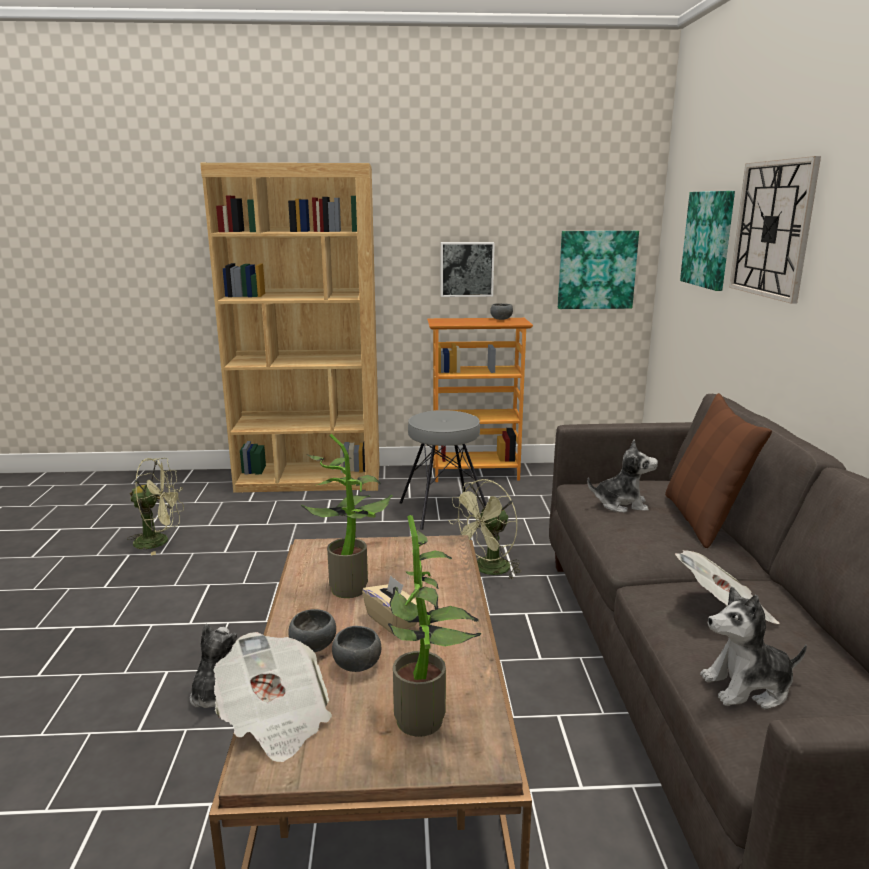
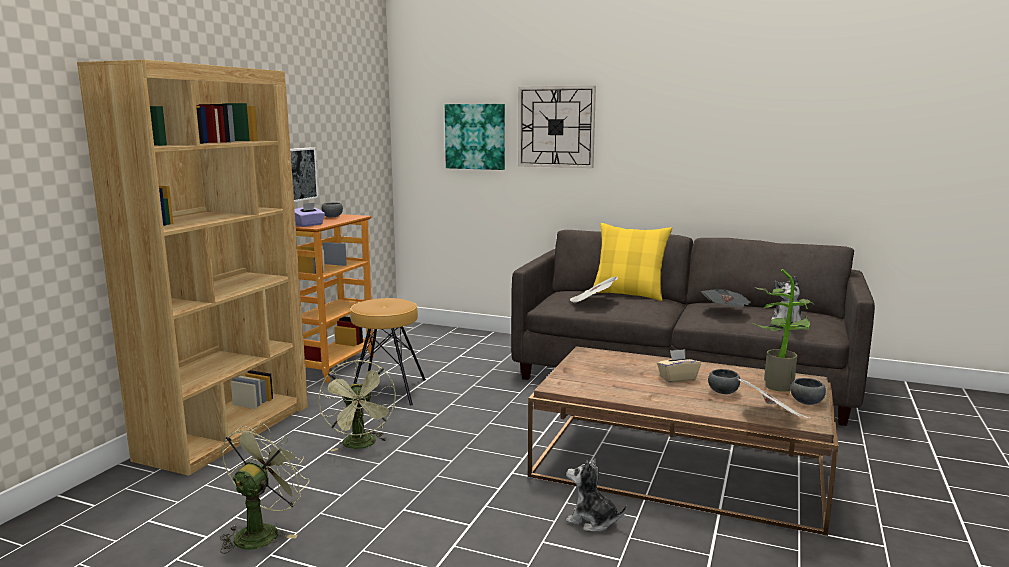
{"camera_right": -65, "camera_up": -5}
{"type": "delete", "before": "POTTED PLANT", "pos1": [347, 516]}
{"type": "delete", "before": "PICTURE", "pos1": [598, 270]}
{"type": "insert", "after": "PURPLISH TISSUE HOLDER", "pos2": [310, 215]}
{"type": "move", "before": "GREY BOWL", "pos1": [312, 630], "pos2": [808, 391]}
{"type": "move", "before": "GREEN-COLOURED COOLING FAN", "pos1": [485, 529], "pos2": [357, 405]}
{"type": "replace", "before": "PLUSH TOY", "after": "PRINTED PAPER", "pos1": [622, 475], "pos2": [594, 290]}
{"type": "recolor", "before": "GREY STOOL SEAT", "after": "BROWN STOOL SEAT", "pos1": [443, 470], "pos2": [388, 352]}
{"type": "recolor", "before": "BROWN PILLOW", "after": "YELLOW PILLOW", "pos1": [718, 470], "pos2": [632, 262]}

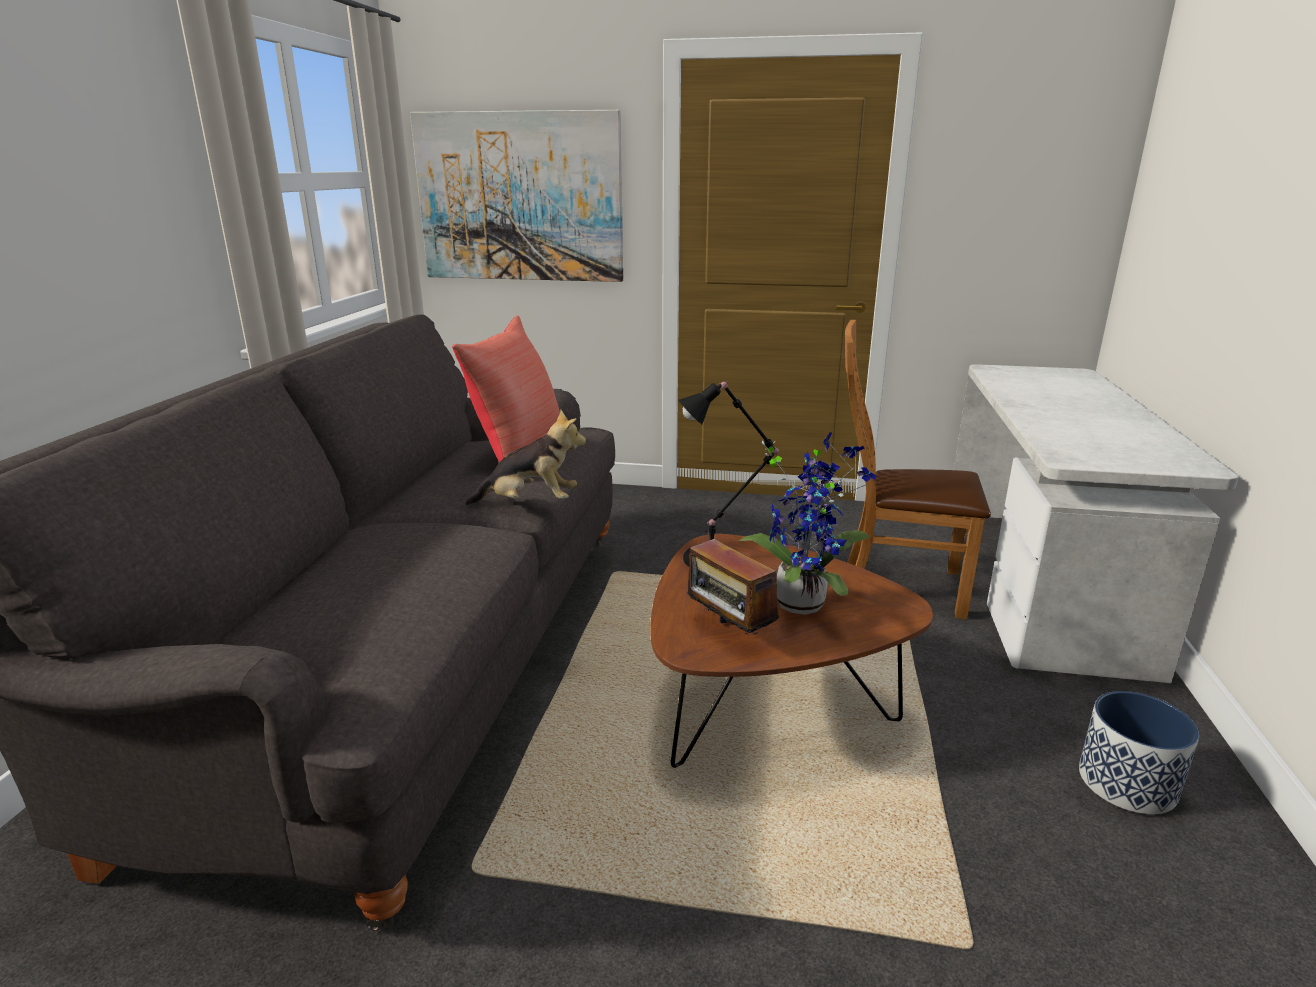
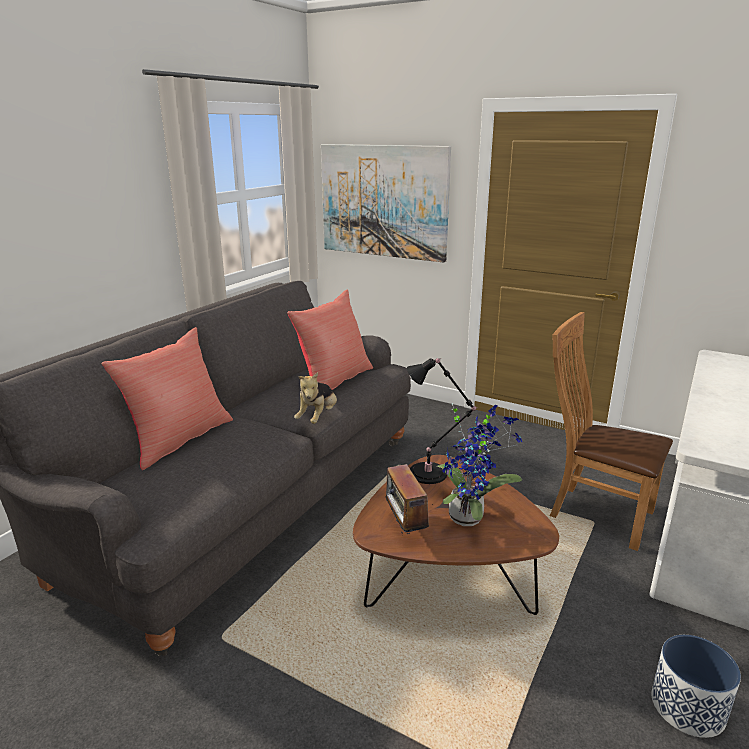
{"camera_right": 20, "camera_up": 0}
{"type": "insert", "after": "RED PILLOW", "pos2": [167, 398]}
{"type": "rotate", "before": "PLUSH TOY", "pos1": [525, 457], "pos2": [315, 398], "turn": 90}

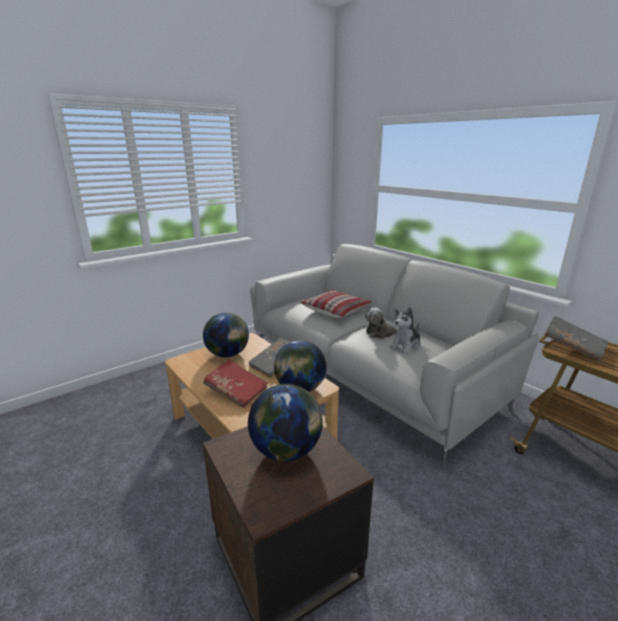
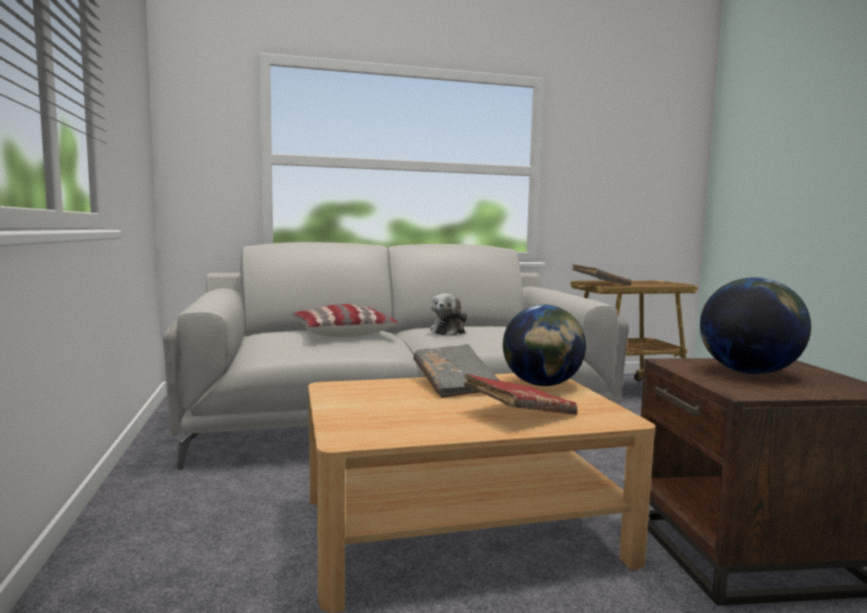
{"camera_right": -65, "camera_up": -15}
{"type": "delete", "before": "WORLD GLOBE", "pos1": [226, 335]}
{"type": "delete", "before": "PLUSH TOY", "pos1": [405, 330]}

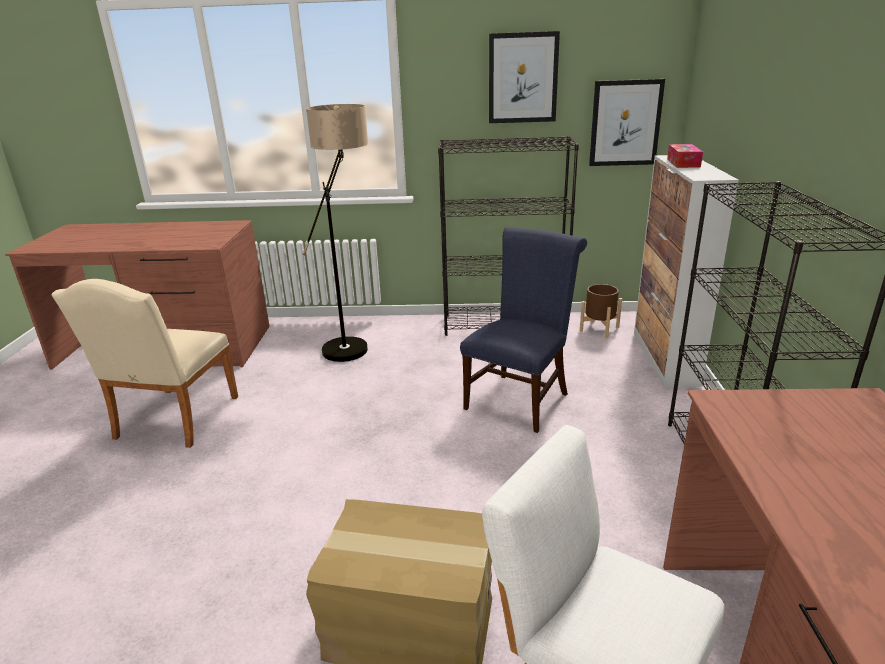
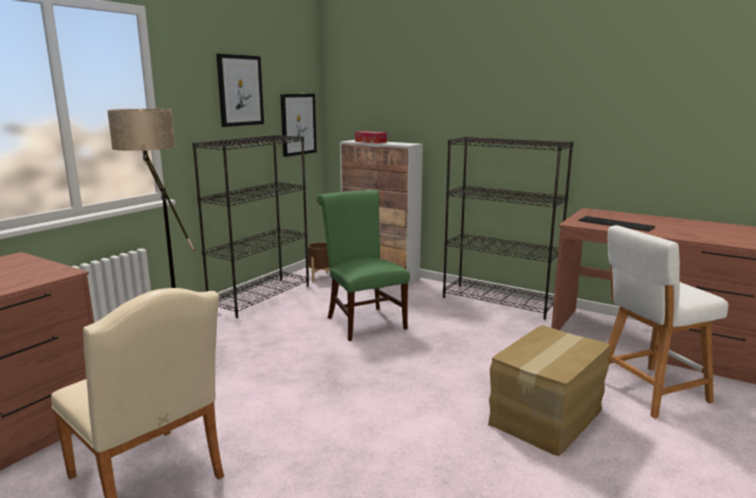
{"camera_right": -60, "camera_up": -10}
{"type": "insert", "after": "KEYBOARD", "pos2": [617, 223]}
{"type": "recolor", "before": "BLUE-COLOURED CHAIR", "after": "GREEN-COLOURED CHAIR", "pos1": [523, 330], "pos2": [363, 265]}

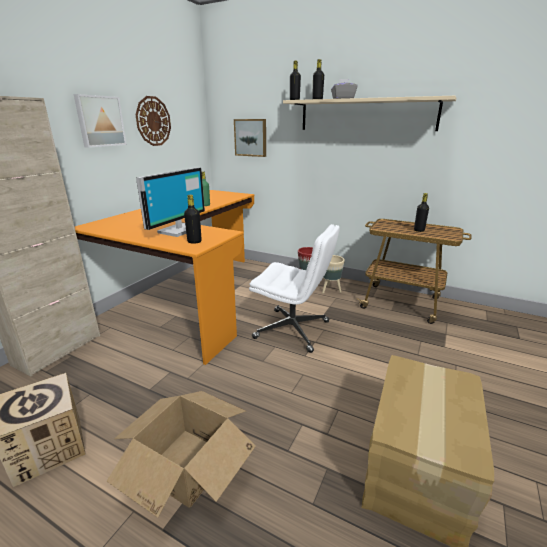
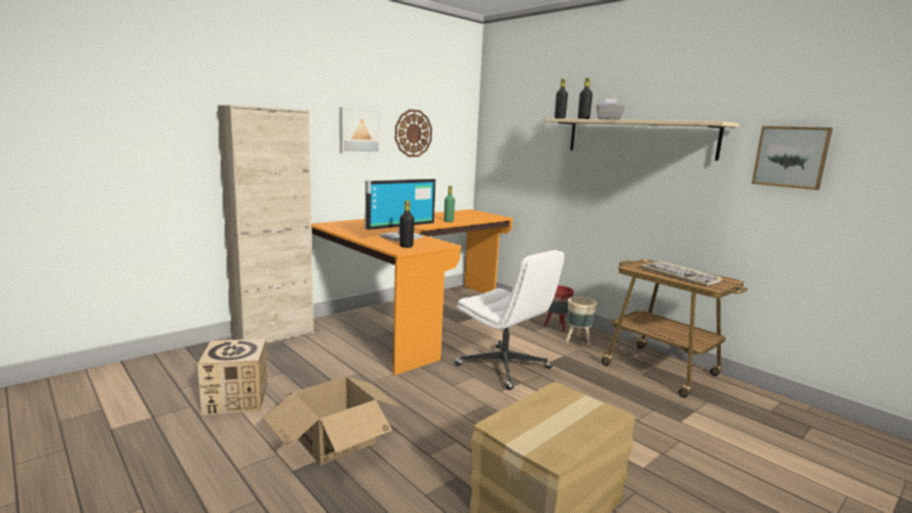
{"camera_right": 20, "camera_up": -10}
{"type": "move", "before": "PICTURE", "pos1": [250, 138], "pos2": [792, 158]}
{"type": "replace", "before": "BLACKISH DRINK BOTTLE", "after": "KEYBOARD", "pos1": [421, 212], "pos2": [681, 273]}

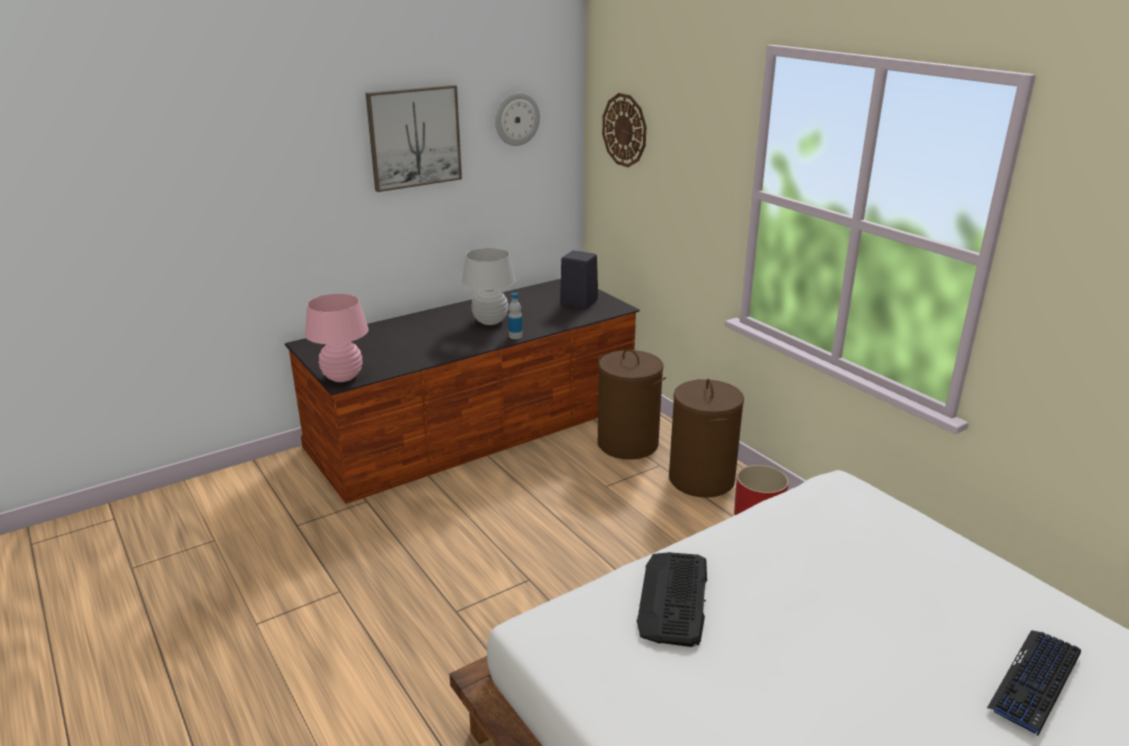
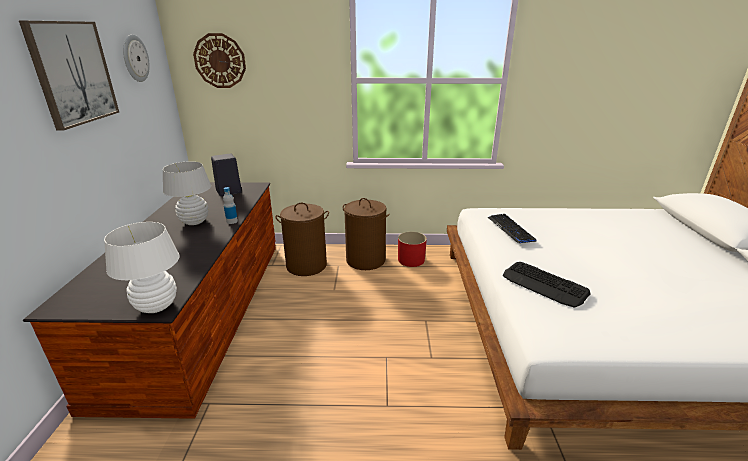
{"camera_right": -55, "camera_up": 0}
{"type": "move", "before": "KEYBOARD", "pos1": [1034, 683], "pos2": [512, 228]}
{"type": "recolor", "before": "PINKISH LAMP FOR A TABLE", "after": "WHITE LAMP FOR A TABLE", "pos1": [337, 337], "pos2": [142, 267]}

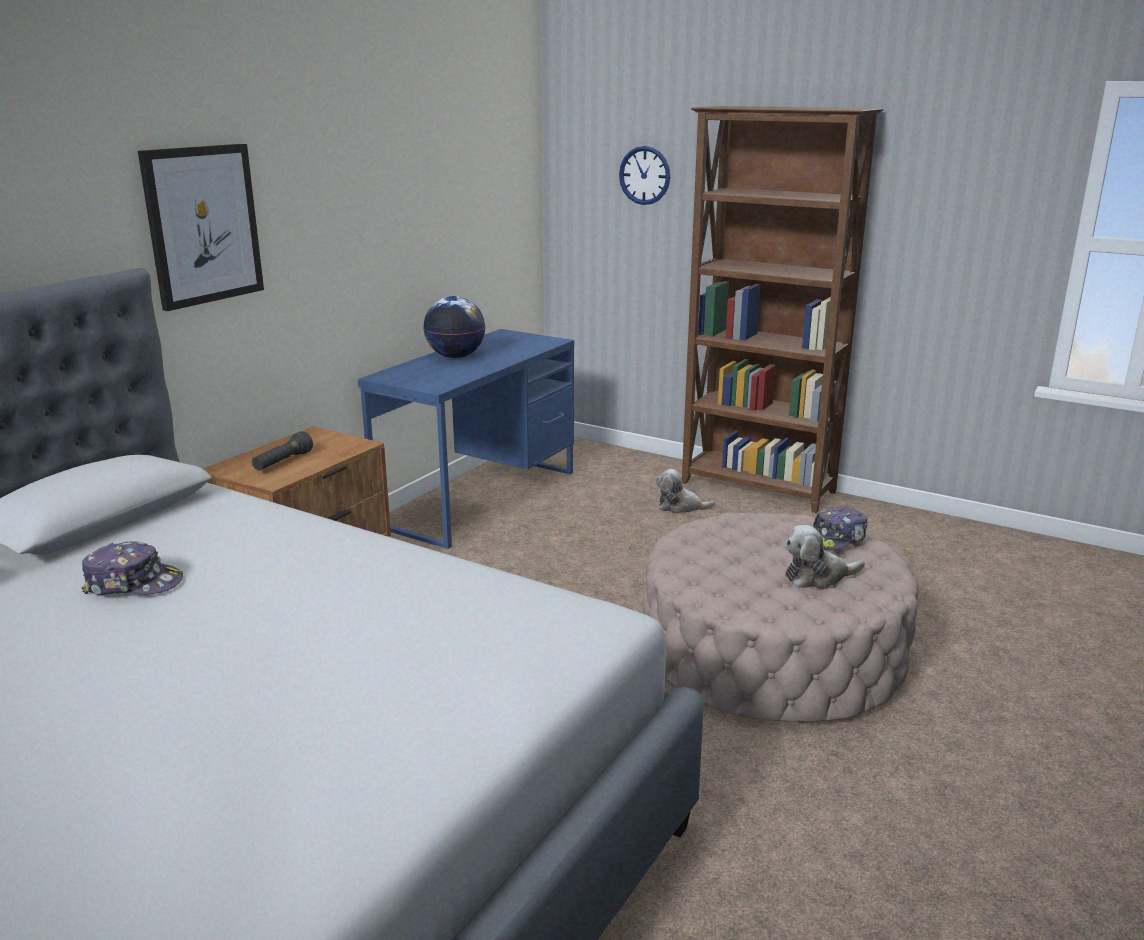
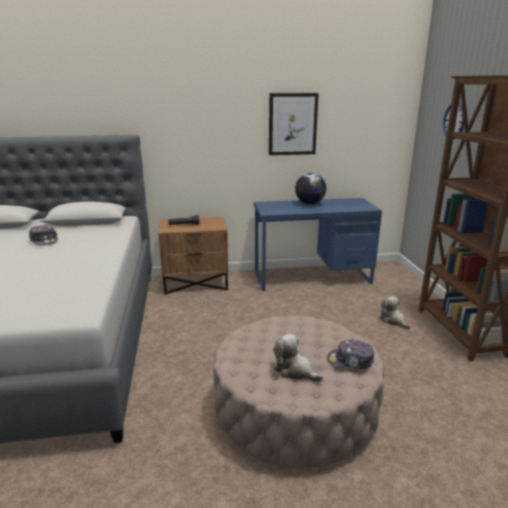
{"camera_right": 50, "camera_up": 0}
{"type": "move", "before": "PICTURE", "pos1": [201, 227], "pos2": [294, 124]}

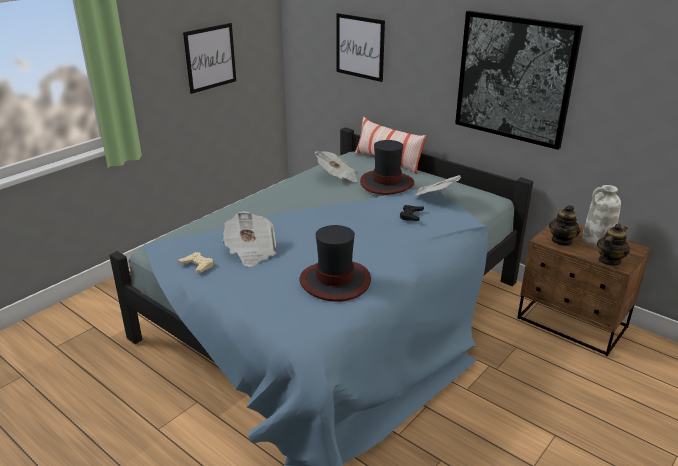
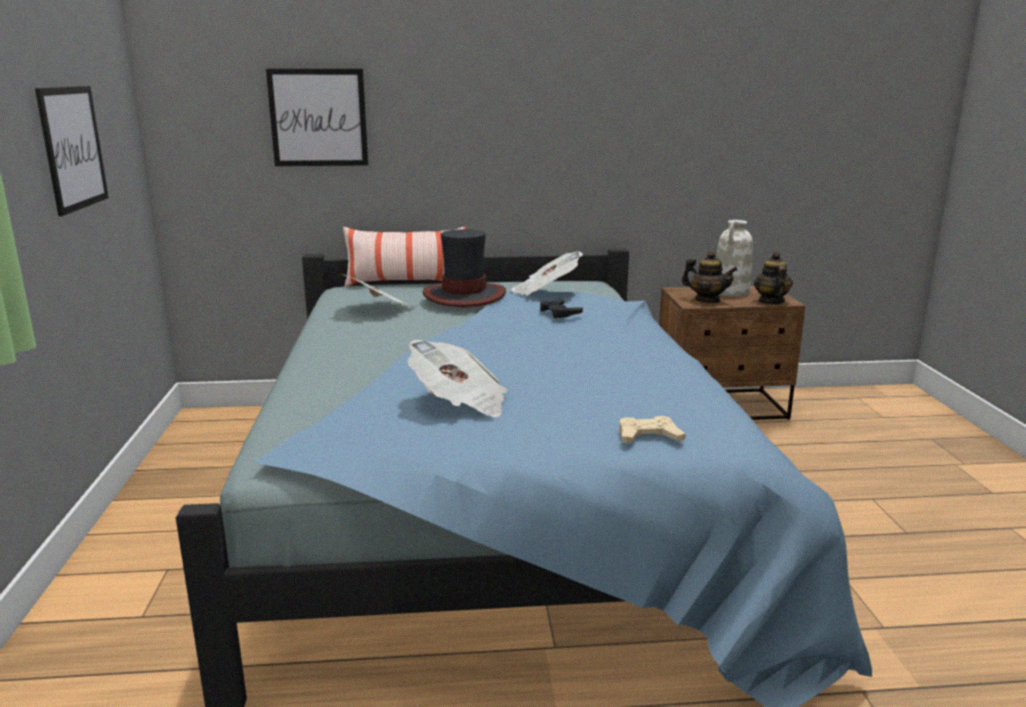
{"camera_right": -45, "camera_up": -10}
{"type": "delete", "before": "HAT", "pos1": [335, 263]}
{"type": "delete", "before": "PICTURE", "pos1": [519, 80]}
{"type": "move", "before": "SAND-COLOURED GAMEPAD", "pos1": [195, 262], "pos2": [652, 429]}
{"type": "rotate", "before": "POT FOR TEA", "pos1": [564, 225], "pos2": [709, 277], "turn": -45}

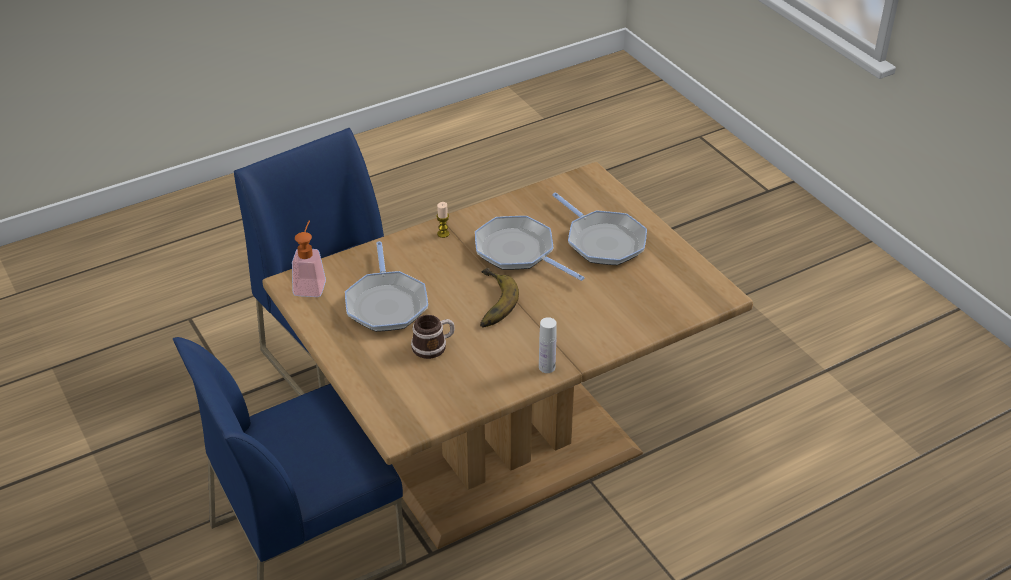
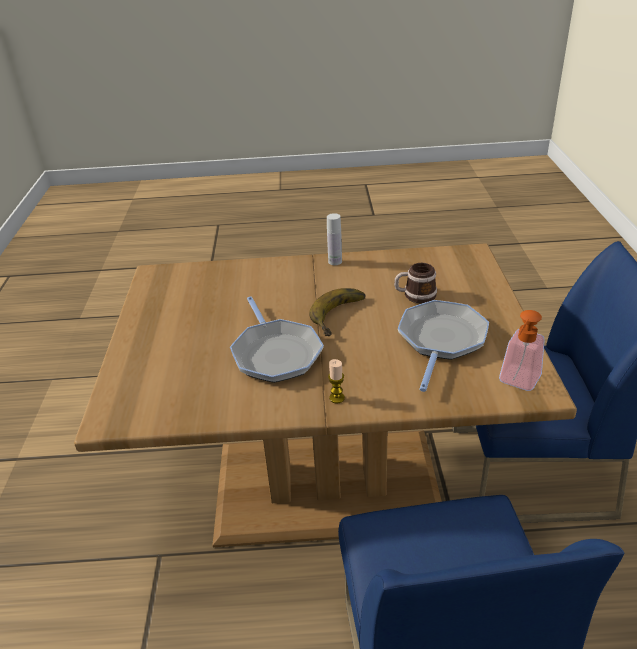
{"camera_right": -150, "camera_up": -5}
{"type": "delete", "before": "SKILLET", "pos1": [599, 229]}

